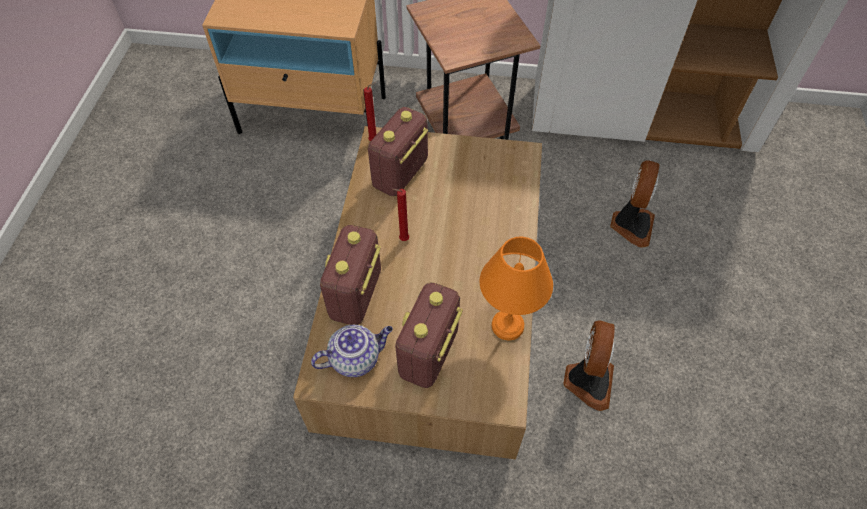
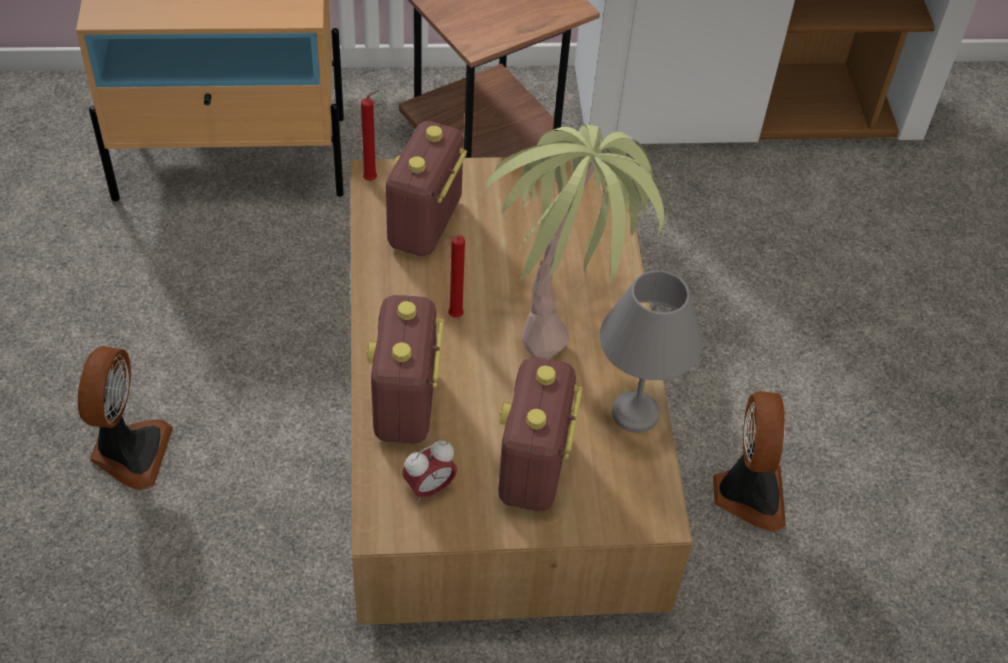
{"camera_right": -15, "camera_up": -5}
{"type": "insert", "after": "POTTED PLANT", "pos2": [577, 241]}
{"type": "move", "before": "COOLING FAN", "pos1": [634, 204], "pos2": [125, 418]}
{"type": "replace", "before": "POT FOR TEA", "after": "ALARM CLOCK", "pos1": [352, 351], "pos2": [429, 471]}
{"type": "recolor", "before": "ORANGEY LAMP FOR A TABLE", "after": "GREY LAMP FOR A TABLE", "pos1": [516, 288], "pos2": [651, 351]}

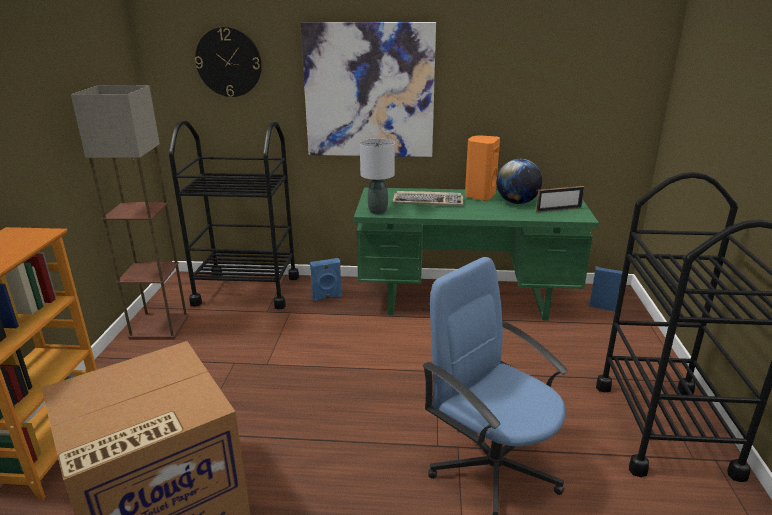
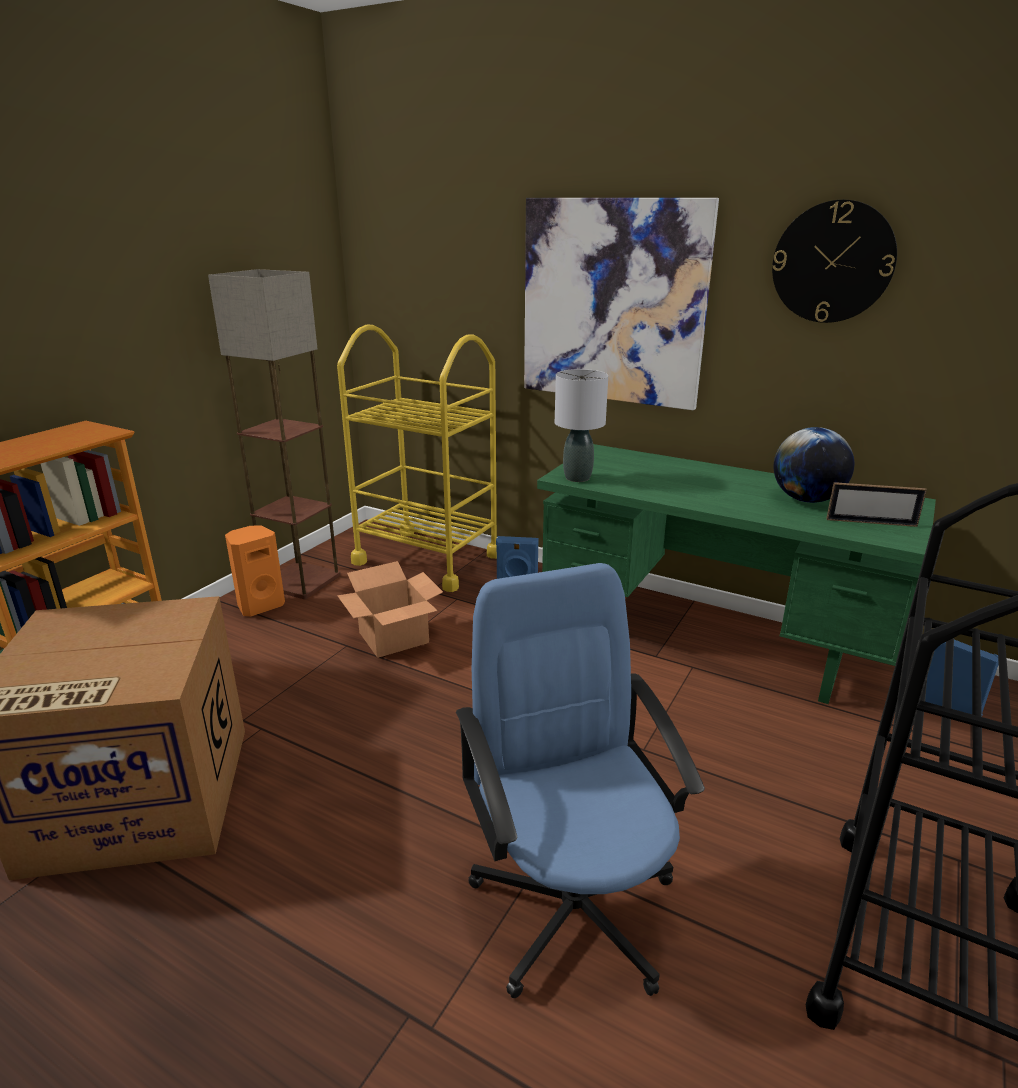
{"camera_right": 25, "camera_up": 0}
{"type": "delete", "before": "KEYBOARD", "pos1": [428, 198]}
{"type": "insert", "after": "PACKING BOX", "pos2": [390, 609]}
{"type": "move", "before": "WALL CLOCK", "pos1": [228, 62], "pos2": [834, 261]}
{"type": "move", "before": "ORANGEY AUDIO SPEAKER", "pos1": [482, 168], "pos2": [255, 571]}
{"type": "recolor", "before": "BLACKISH CART", "after": "YELLOW CART", "pos1": [234, 214], "pos2": [417, 458]}

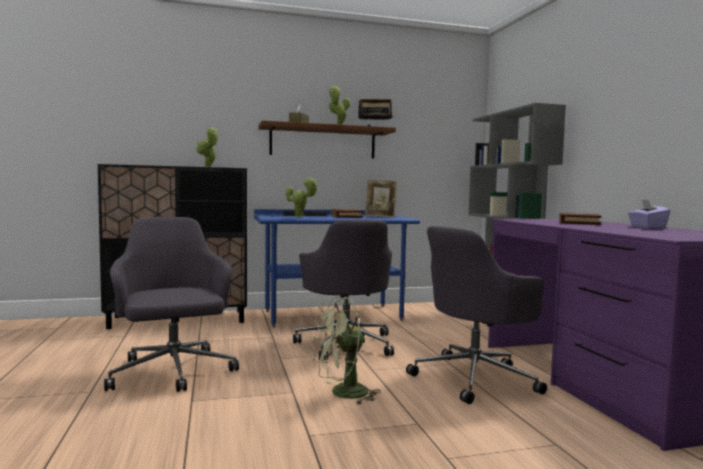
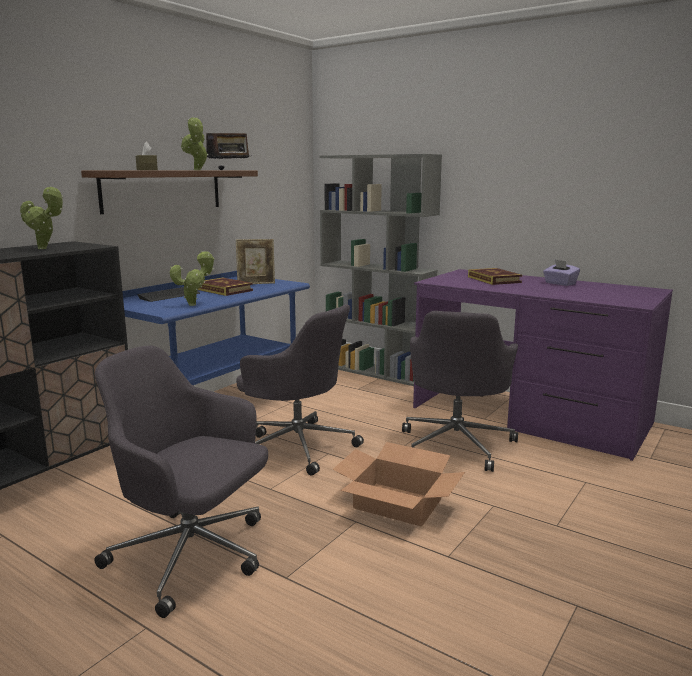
{"camera_right": -40, "camera_up": 10}
{"type": "replace", "before": "GREEN-COLOURED COOLING FAN", "after": "PACKING BOX", "pos1": [346, 351], "pos2": [398, 484]}

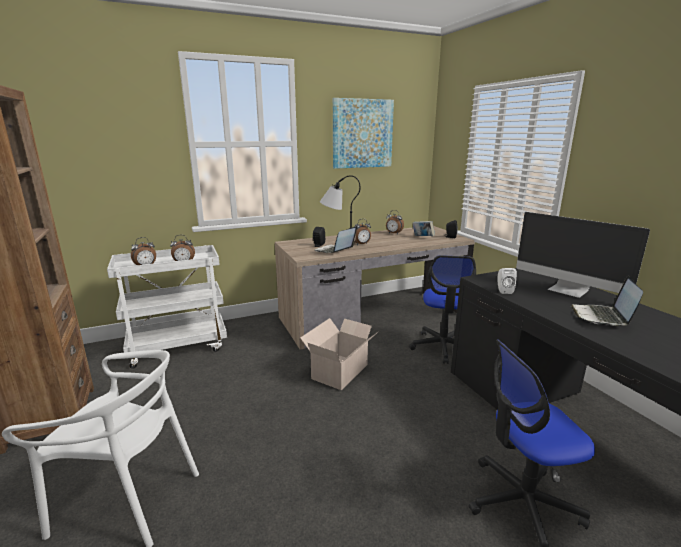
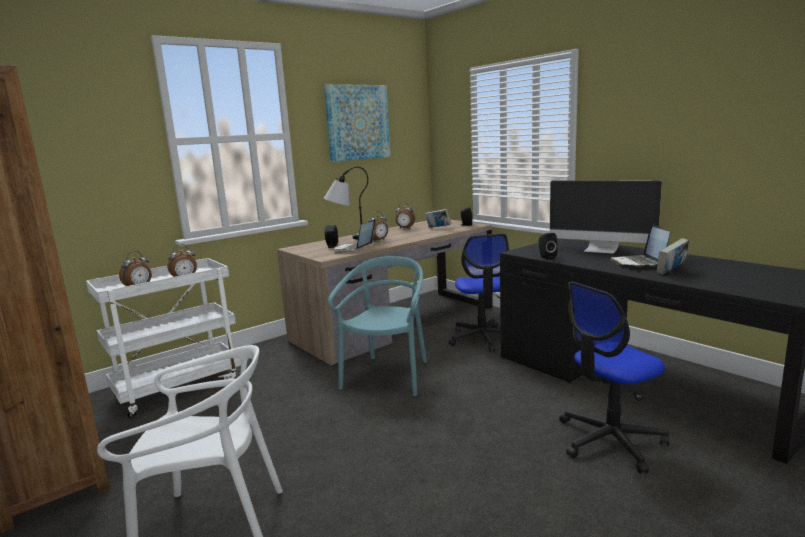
{"camera_right": -15, "camera_up": -5}
{"type": "insert", "after": "VOLUME", "pos2": [673, 256]}
{"type": "replace", "before": "PACKING BOX", "after": "BLUE-GREEN CHAIR", "pos1": [339, 354], "pos2": [377, 326]}
{"type": "recolor", "before": "WHITE AUDIO SPEAKER", "after": "BLACKISH AUDIO SPEAKER", "pos1": [507, 281], "pos2": [548, 246]}

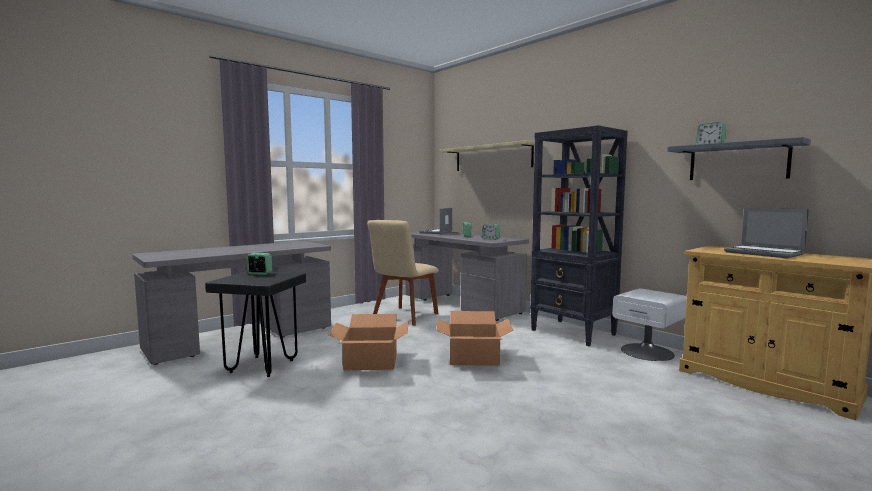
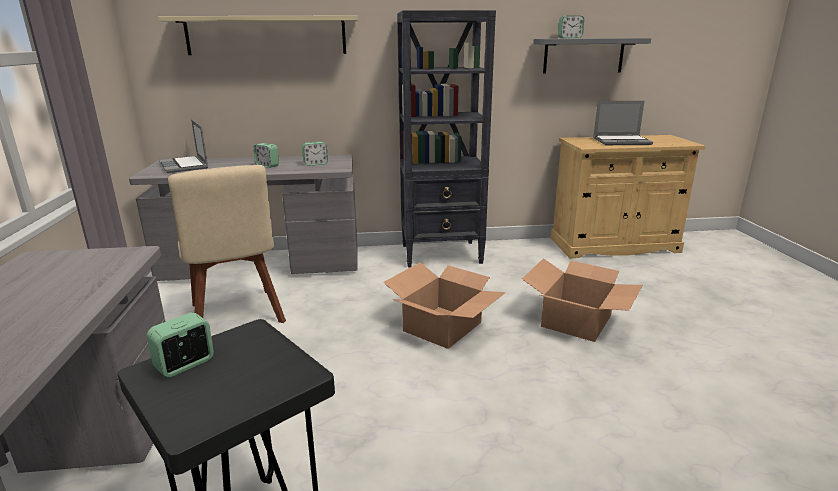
{"camera_right": -55, "camera_up": 15}
{"type": "delete", "before": "WHITE NIGHT TABLE", "pos1": [649, 324]}
{"type": "move", "before": "PACKING BOX", "pos1": [369, 342], "pos2": [582, 300]}

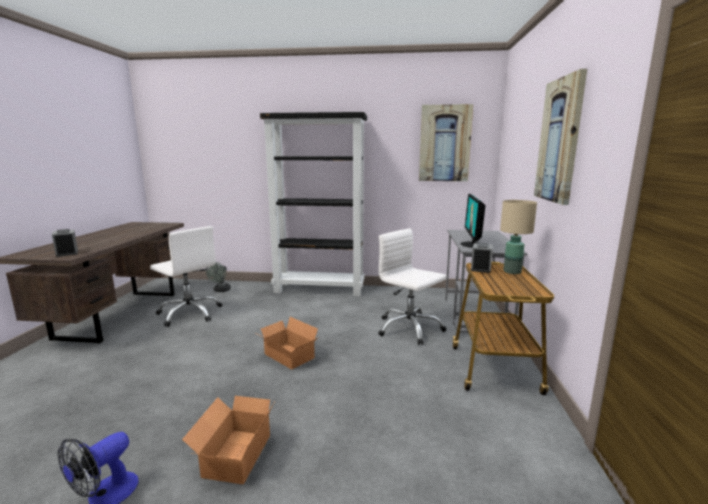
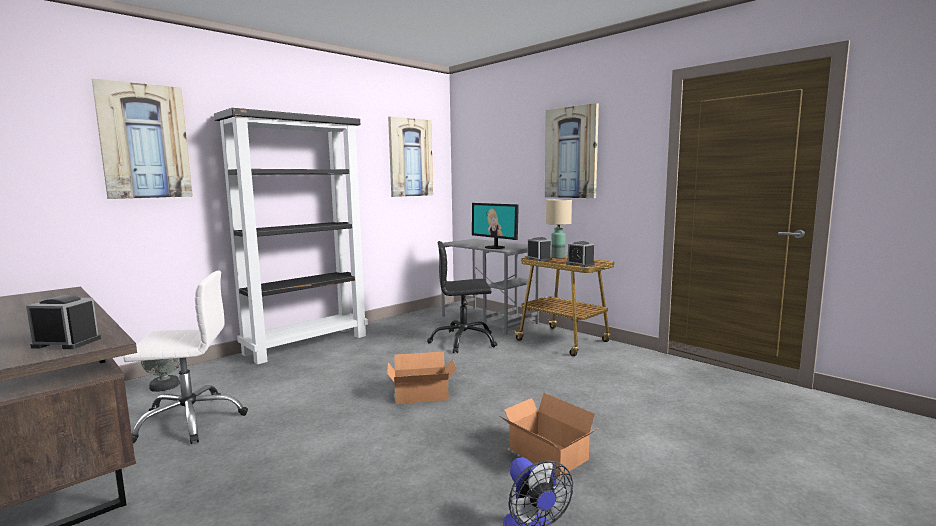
{"camera_right": -50, "camera_up": -5}
{"type": "insert", "after": "PICTURE", "pos2": [142, 138]}
{"type": "insert", "after": "ALARM CLOCK", "pos2": [581, 254]}
{"type": "recolor", "before": "WHITE OFFICE CHAIR", "after": "BLACKISH OFFICE CHAIR", "pos1": [412, 286], "pos2": [462, 297]}

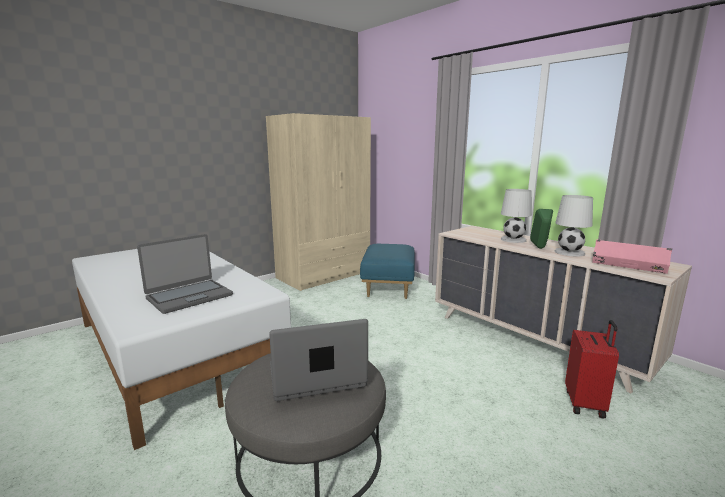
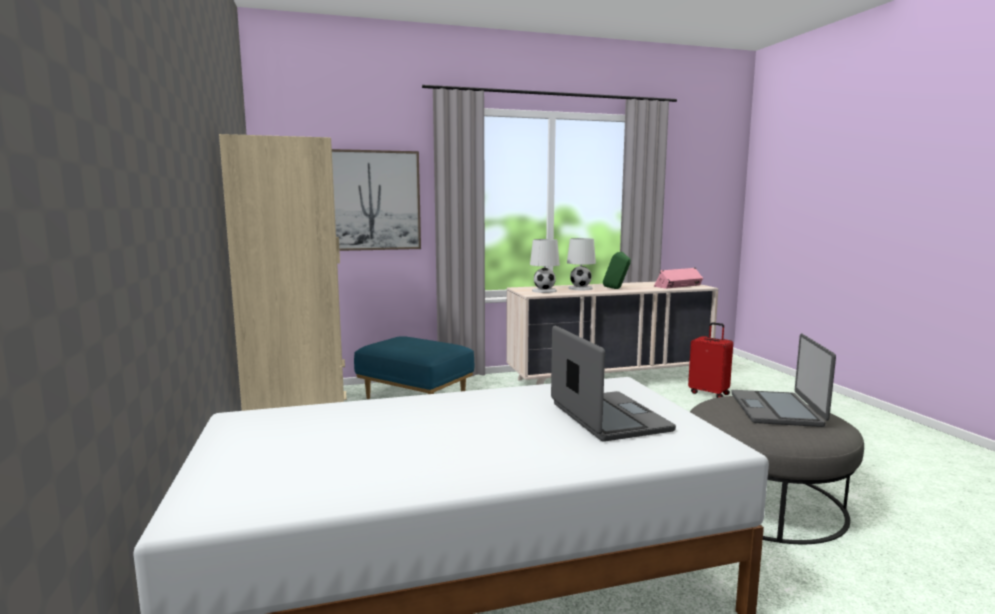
{"camera_right": -65, "camera_up": -5}
{"type": "insert", "after": "PICTURE", "pos2": [376, 200]}
{"type": "move", "before": "WHITE LAMP FOR A TABLE", "pos1": [574, 226], "pos2": [545, 266]}

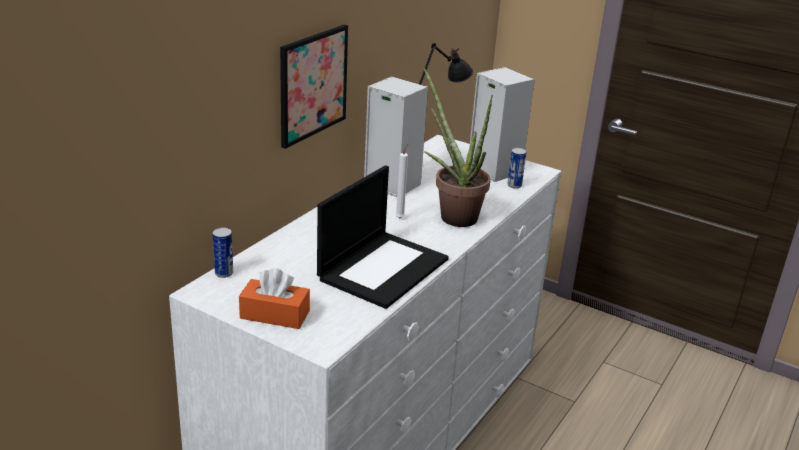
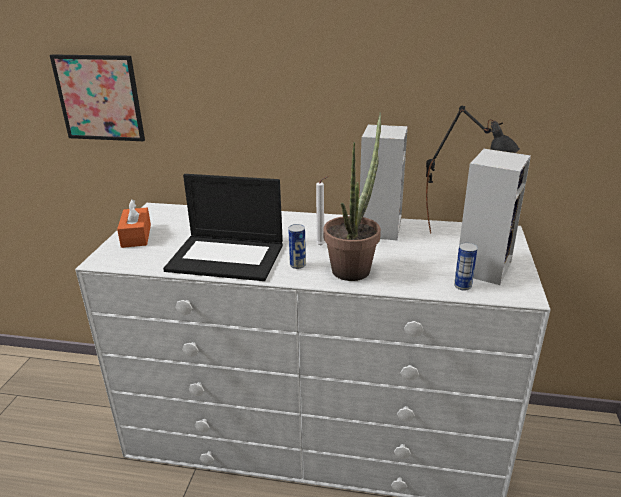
{"camera_right": 70, "camera_up": 0}
{"type": "move", "before": "SEALED CAN", "pos1": [223, 252], "pos2": [297, 246]}
{"type": "move", "before": "PICTURE", "pos1": [314, 87], "pos2": [97, 97]}

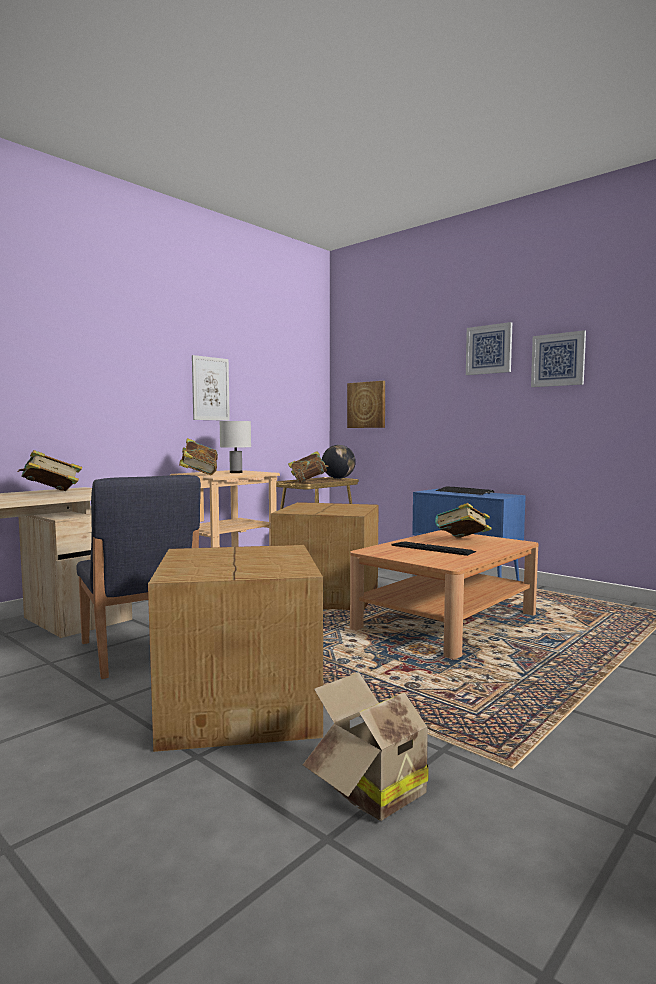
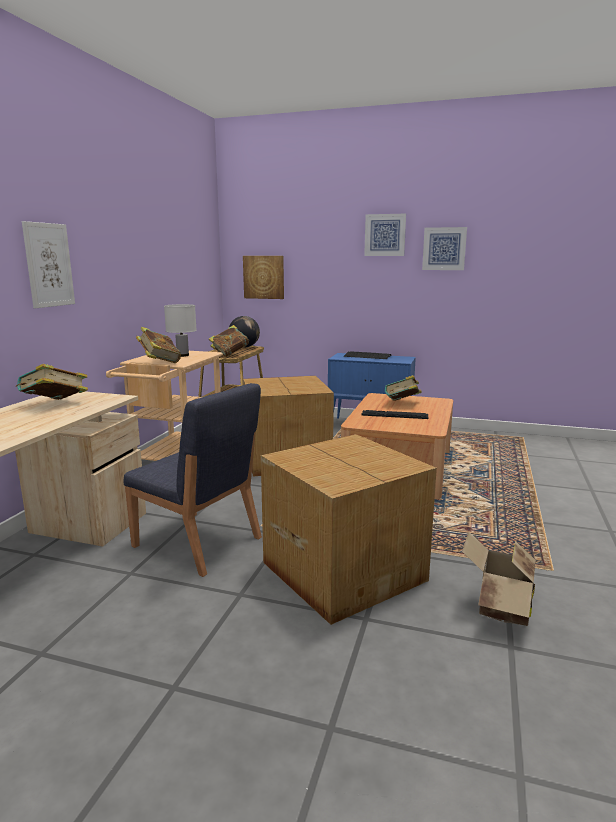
{"camera_right": -25, "camera_up": 10}
{"type": "move", "before": "PICTURE", "pos1": [211, 388], "pos2": [48, 265]}

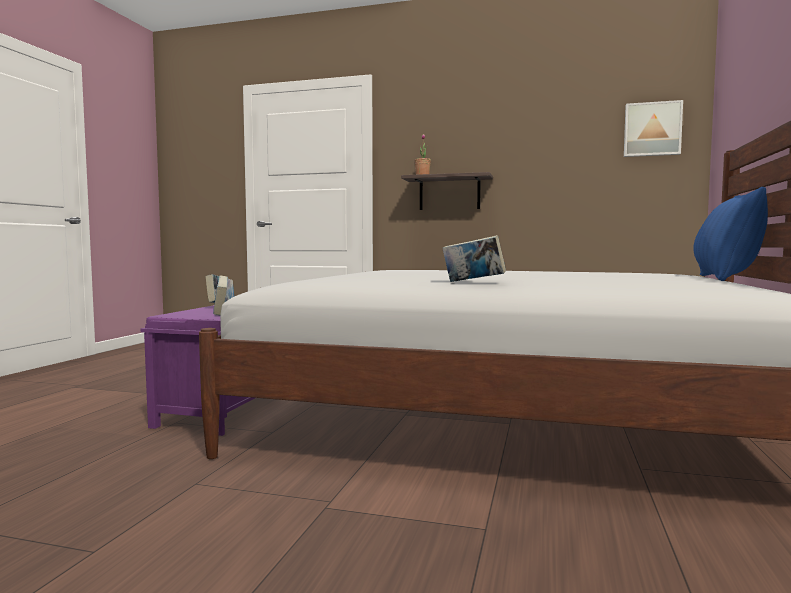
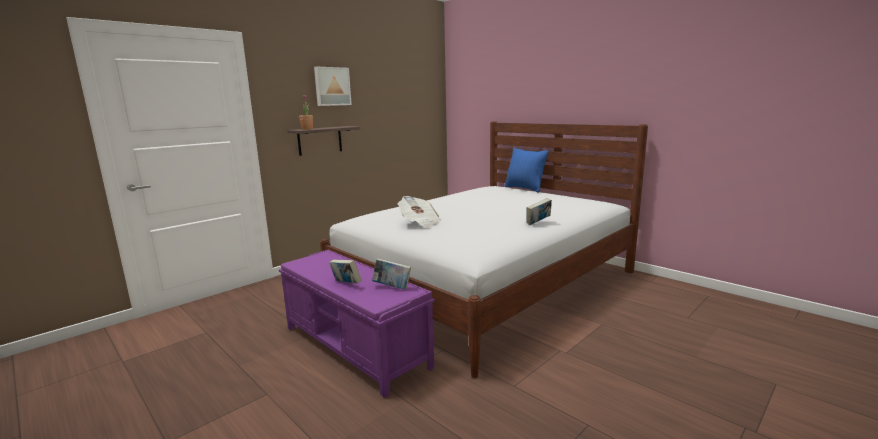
{"camera_right": -60, "camera_up": 10}
{"type": "insert", "after": "PRINTED PAPER", "pos2": [419, 212]}
{"type": "move", "before": "PICTURE", "pos1": [653, 128], "pos2": [333, 86]}

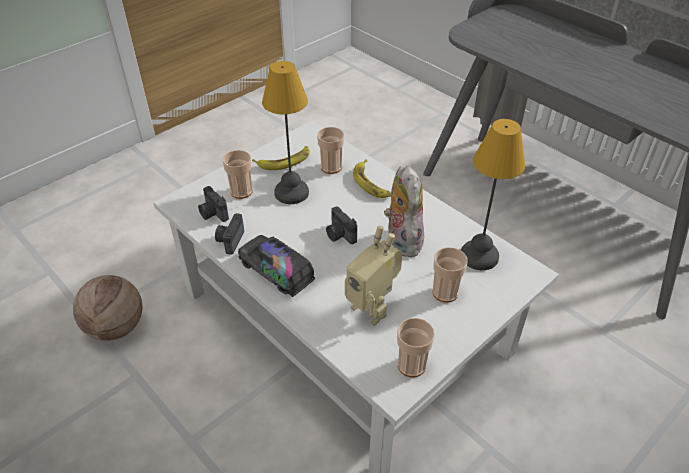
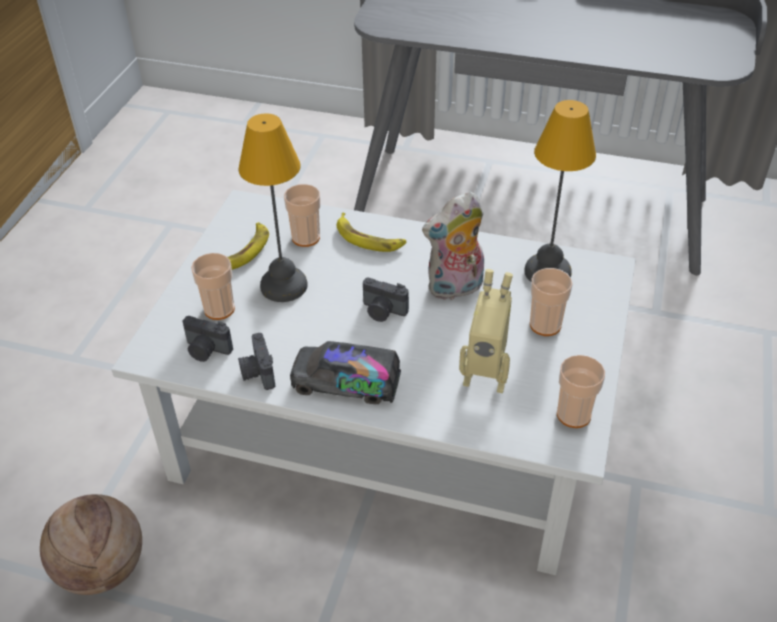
{"camera_right": -30, "camera_up": 0}
{"type": "rotate", "before": "PLUSH TOY", "pos1": [404, 211], "pos2": [453, 246], "turn": -75}

